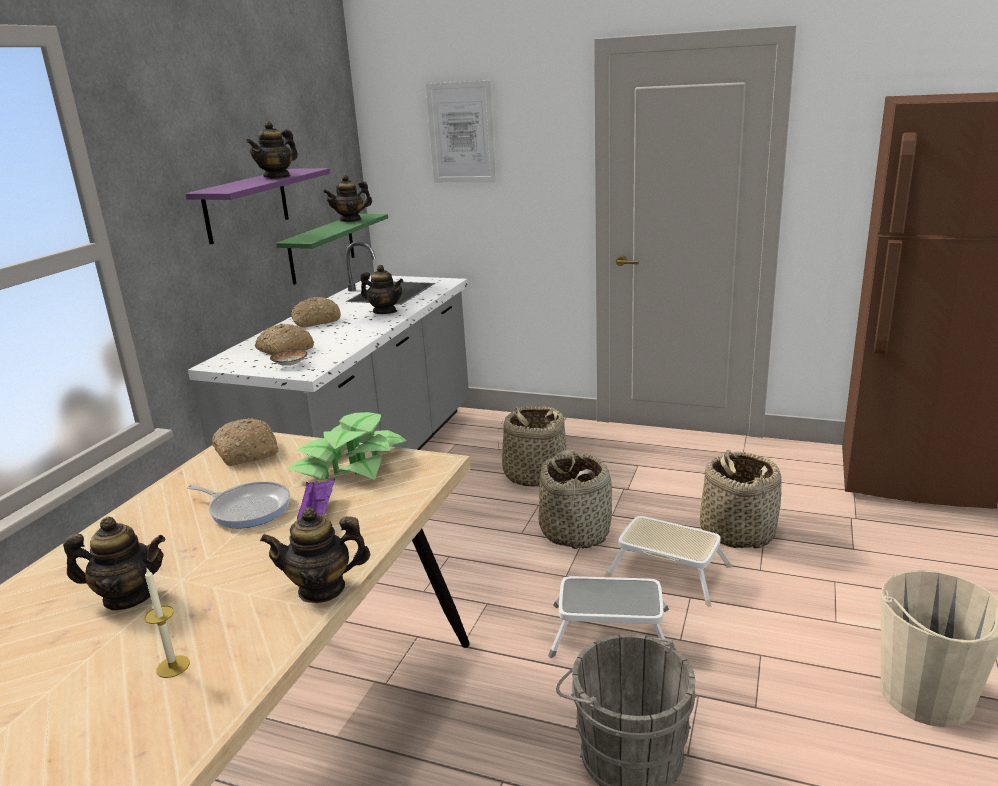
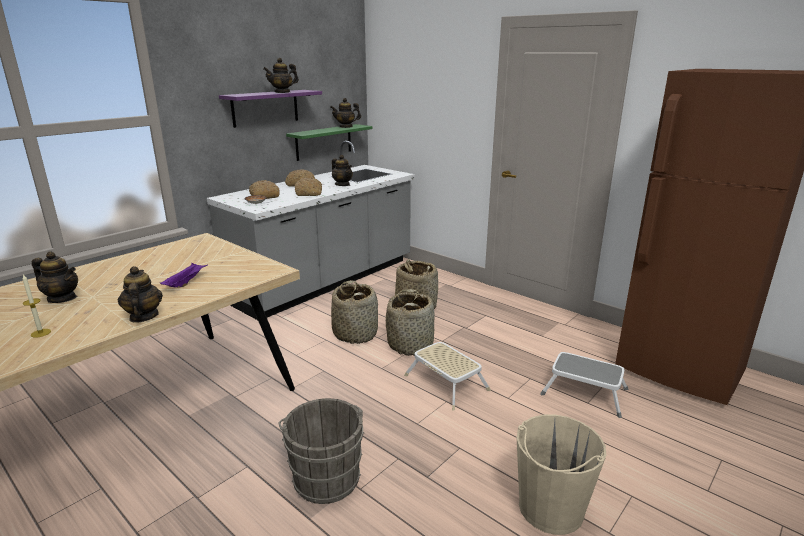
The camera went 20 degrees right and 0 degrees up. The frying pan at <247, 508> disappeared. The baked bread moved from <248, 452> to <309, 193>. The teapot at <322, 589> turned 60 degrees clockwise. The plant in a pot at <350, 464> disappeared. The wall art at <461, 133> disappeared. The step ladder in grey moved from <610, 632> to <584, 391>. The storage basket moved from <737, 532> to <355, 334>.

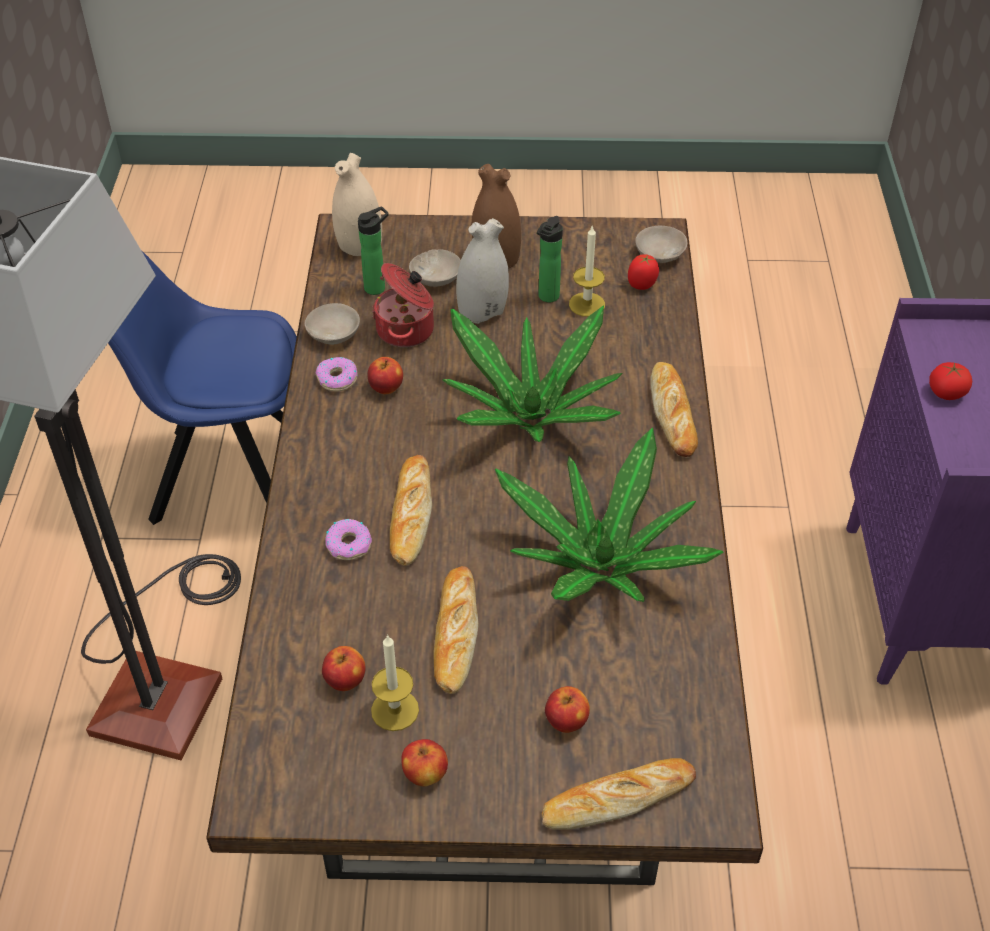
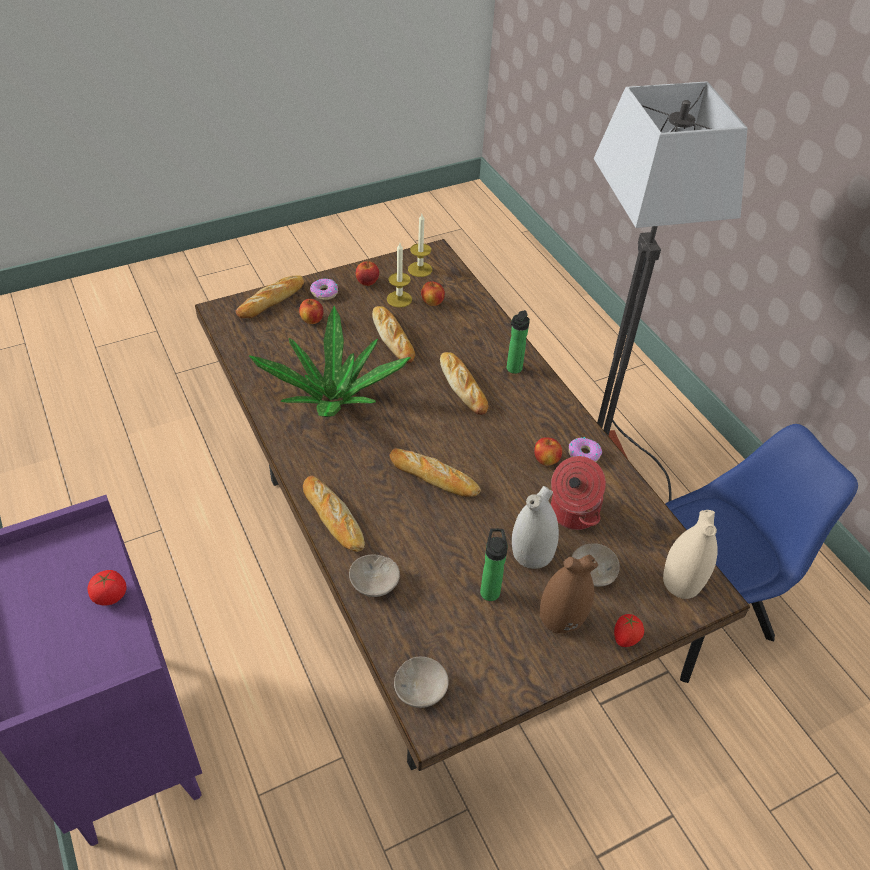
The camera went 150 degrees right and 0 degrees up. The serving bowl in beige moved from <335, 334> to <373, 584>. The ring doughnut moved from <349, 544> to <324, 292>. The beverage bottle moved from <377, 287> to <513, 370>. The plant in a pot at <531, 415> was replaced by the baked bread at <434, 477>. The wax light moved from <587, 304> to <420, 269>. The fresh tomato moved from <642, 285> to <625, 639>.

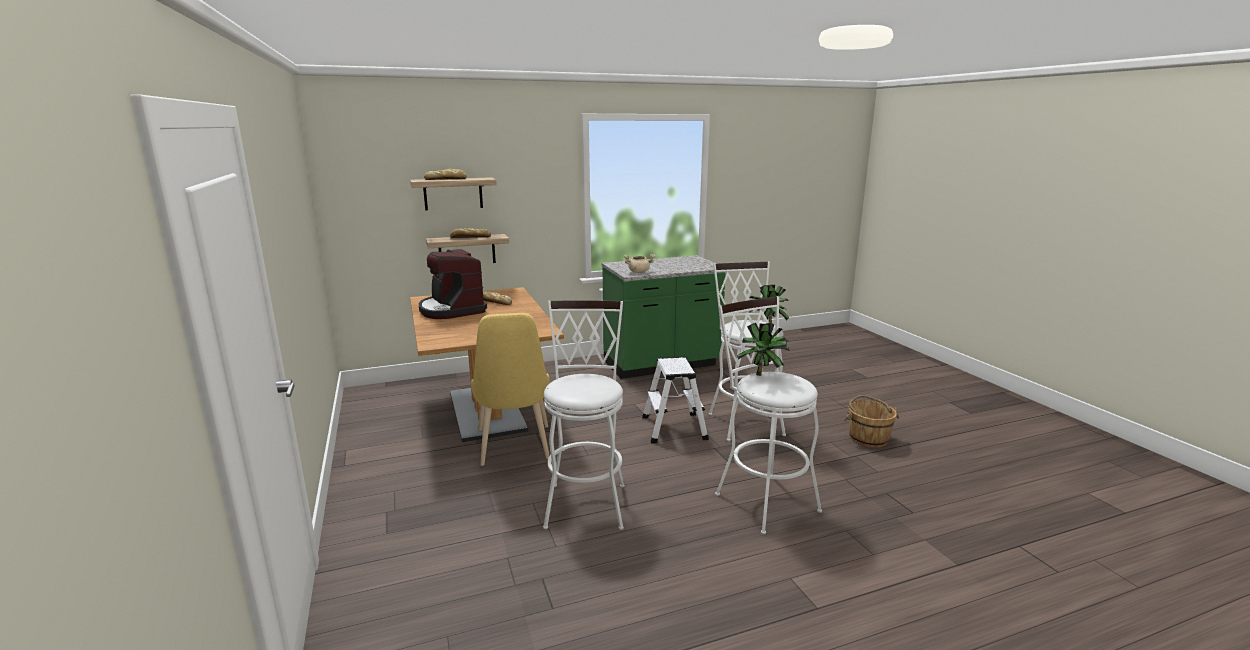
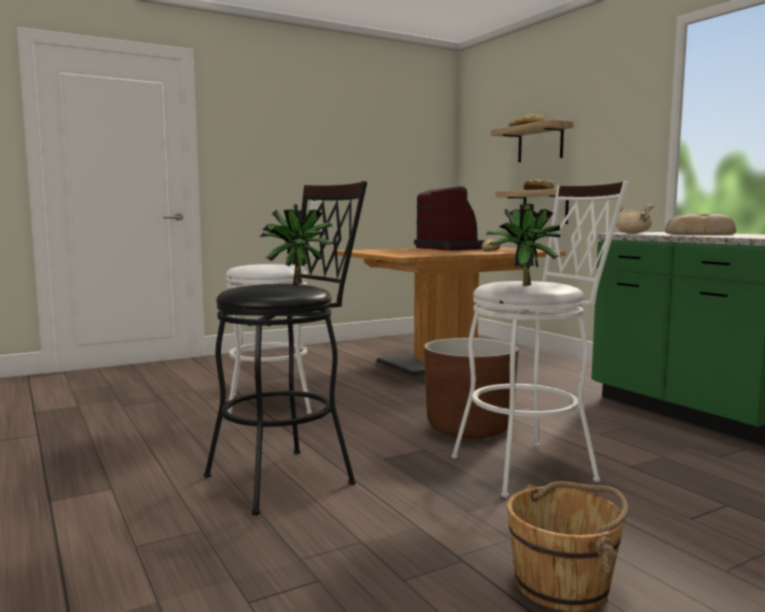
The camera went 80 degrees right and 10 degrees down. The coffee maker at <452, 310> turned 105 degrees clockwise. The chair in yellow-coloured at <514, 449> disappeared. The step ladder in white-coloured at <674, 428> was replaced by the plant pot in brown-coloured at <469, 428>. The stool seat in white-coloured at <761, 498> became the stool seat in blackish at <290, 476>. The baked bread at <700, 234> appeared.

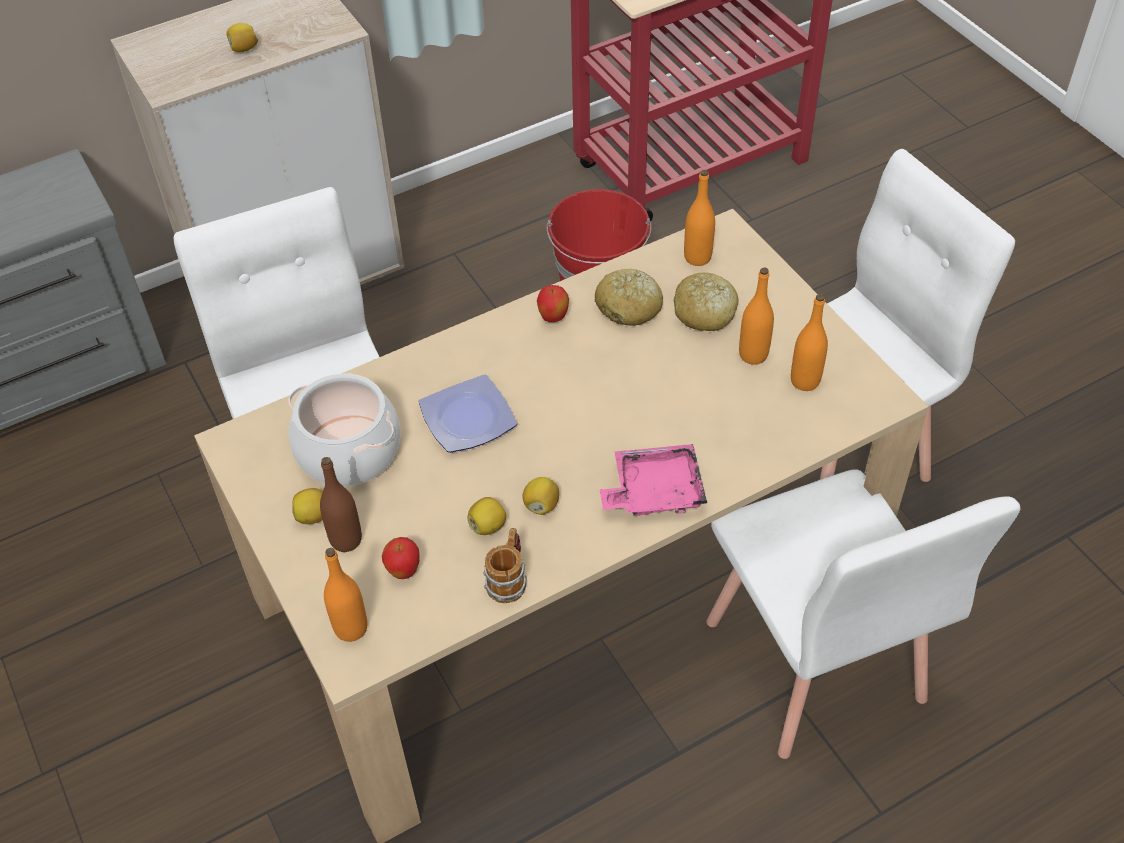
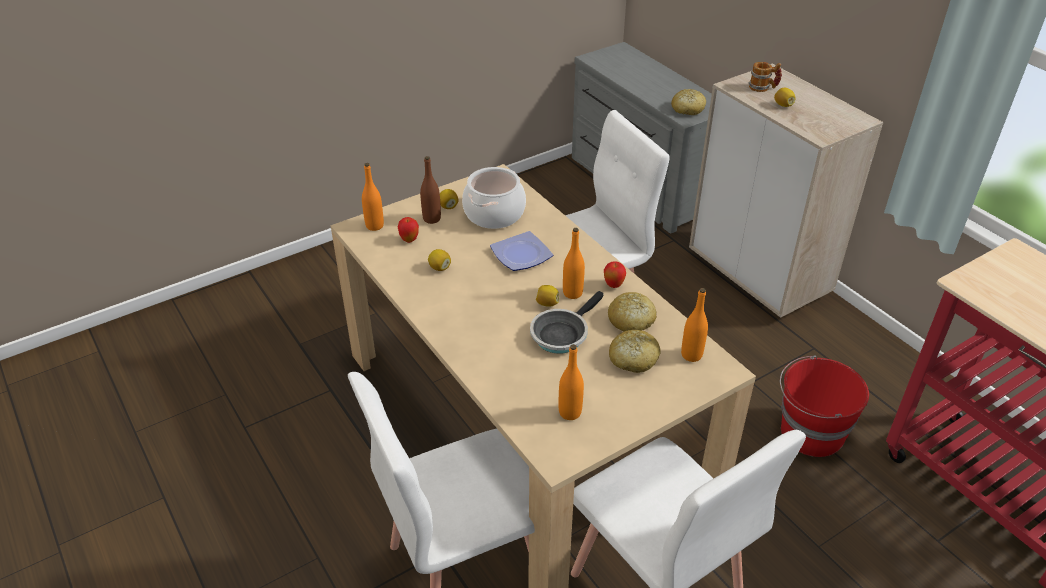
The camera went 85 degrees right and 10 degrees down. The tea mug moved from <509, 579> to <763, 88>. The citrus fruit moved from <541, 505> to <547, 303>. The tray in pink at <654, 491> disappeared. The beverage bottle in orangey moved from <753, 355> to <572, 293>. The frying pan at <561, 334> appeared. The baked bread at <687, 109> appeared.

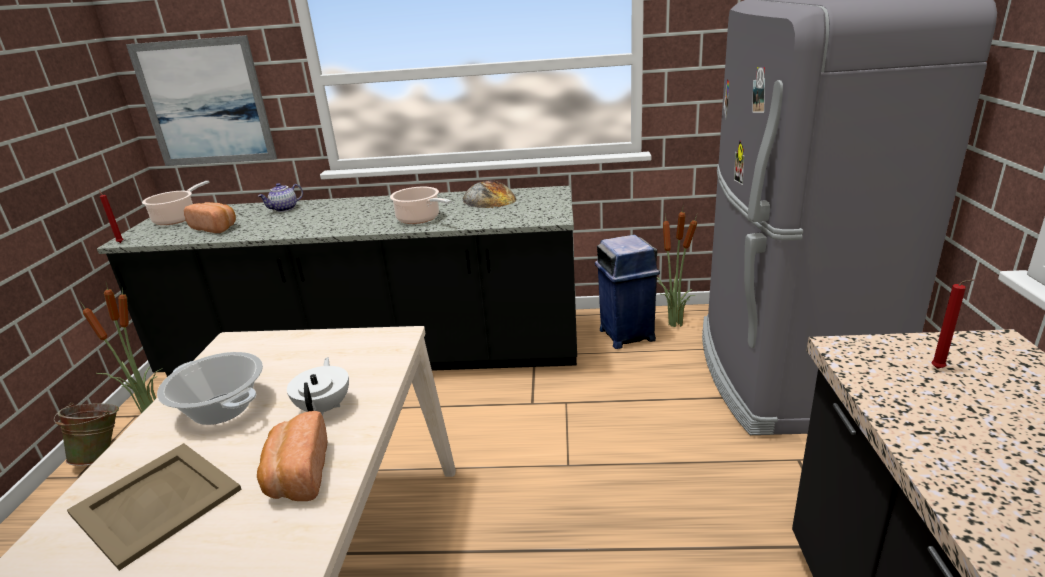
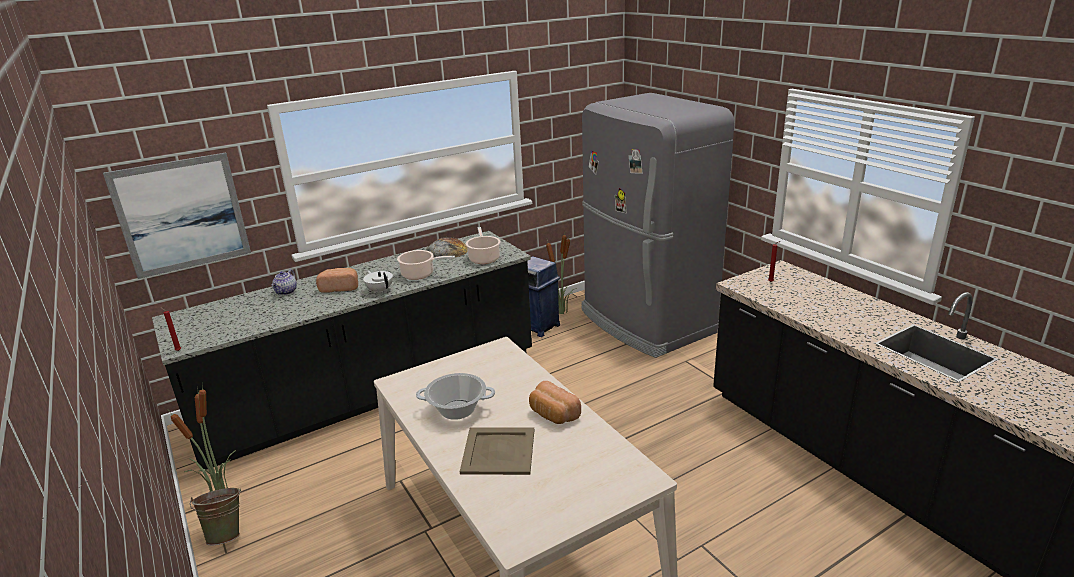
The camera went 35 degrees left and 0 degrees up. The stockpot moved from <177, 219> to <484, 258>. The baked bread moved from <216, 228> to <340, 288>. The teapot in white-coloured moved from <325, 407> to <380, 290>.

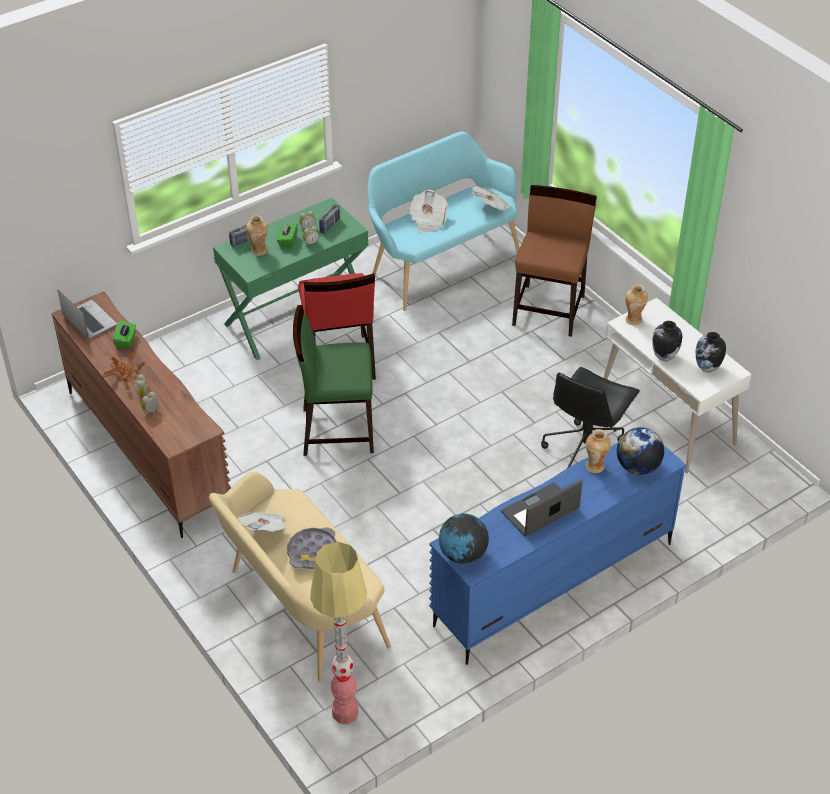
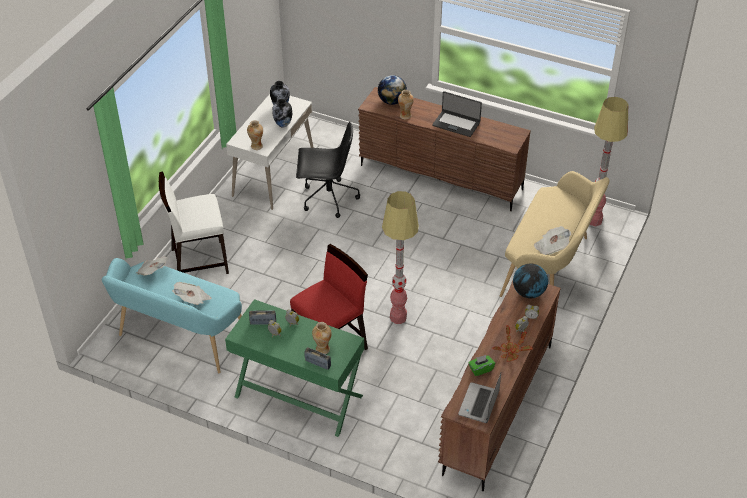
The camera went 120 degrees left and 0 degrees up. The box of tissues in greenish at <287, 241> disappeared. The tray in grey at <312, 552> disappeared. The chair in greenish at <336, 430> was replaced by the standing lamp at <398, 317>. The drawer chest in blue-coloured at <552, 583> became the drawer chest in brown-coloured at <440, 178>. The desk globe moved from <462, 554> to <529, 293>. The chair in brown-coloured at <549, 310> became the chair in white-coloured at <199, 261>.

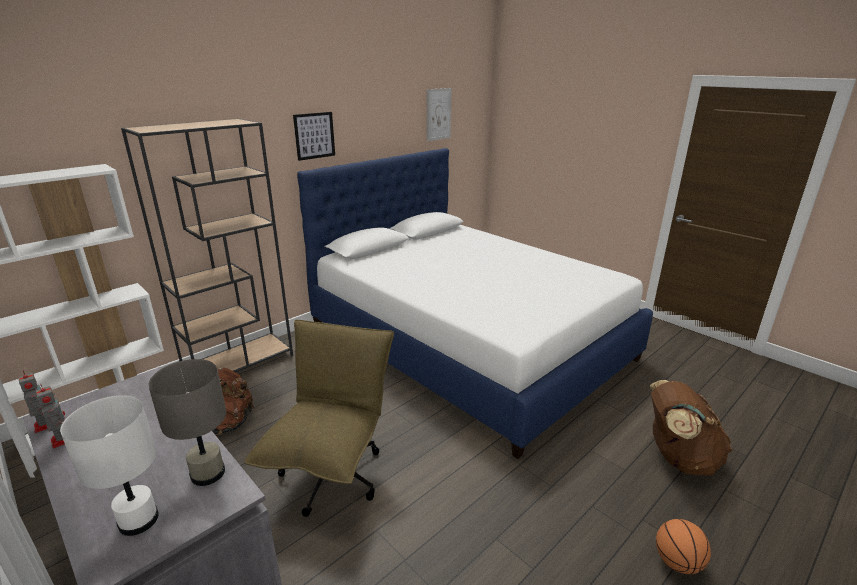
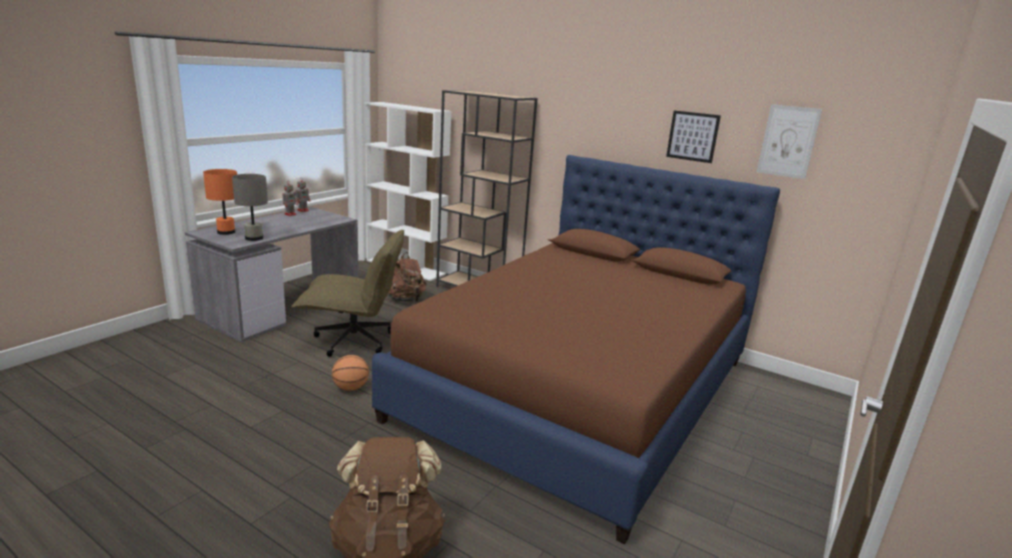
The camera went 75 degrees right and 5 degrees down. The lamp for a table in white-coloured at <139, 520> became the lamp for a table in orangey at <226, 232>. The wall art moved from <314, 135> to <692, 136>. The sleeping bed in white-coloured at <467, 341> became the sleeping bed in brown-coloured at <580, 388>. The basketball ball moved from <677, 562> to <350, 388>.

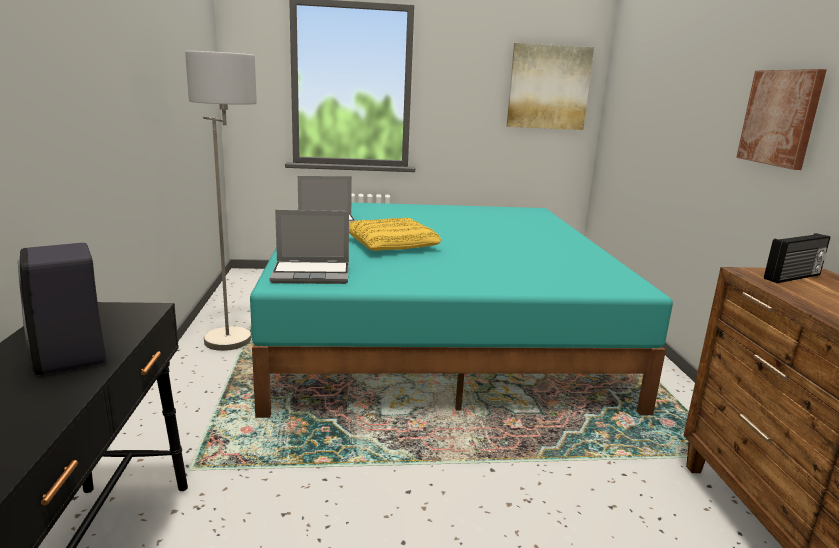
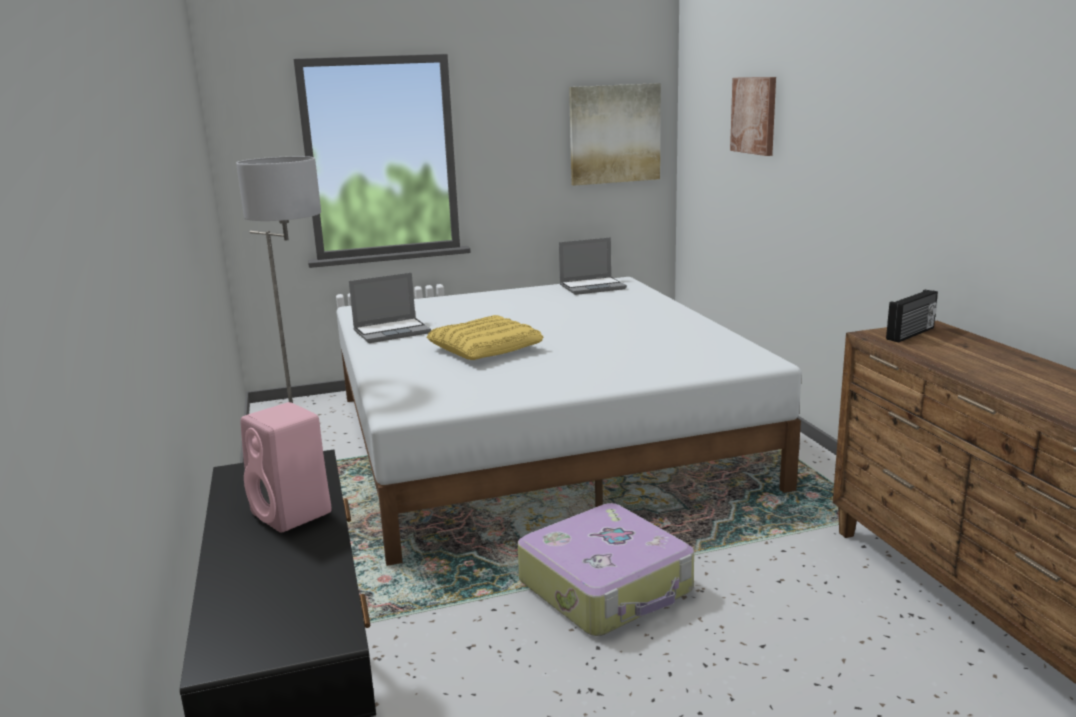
The camera went 10 degrees left and 0 degrees up. The audio speaker in blackish at <71, 358> became the audio speaker in pink at <293, 514>. The sleeping bed in turquoise at <437, 329> became the sleeping bed in white-coloured at <540, 439>. The portable computer moved from <312, 274> to <593, 287>. The wall art moved from <780, 118> to <754, 115>. The travel case at <607, 587> appeared.

